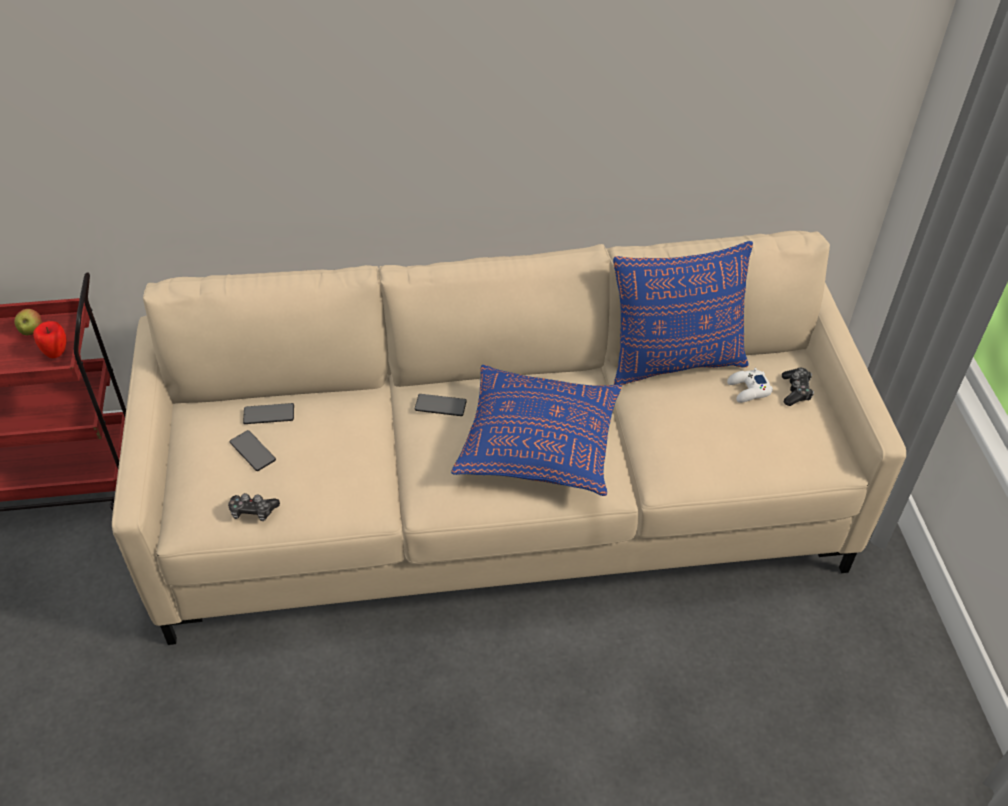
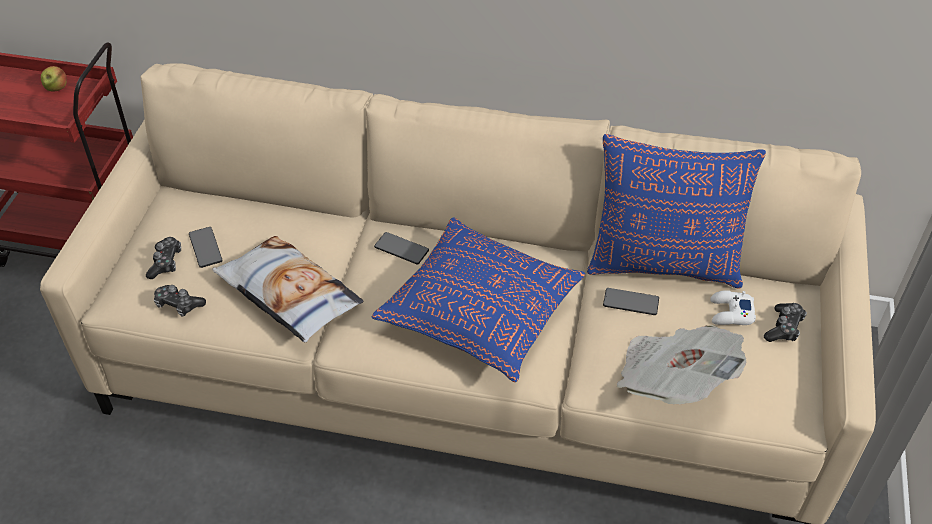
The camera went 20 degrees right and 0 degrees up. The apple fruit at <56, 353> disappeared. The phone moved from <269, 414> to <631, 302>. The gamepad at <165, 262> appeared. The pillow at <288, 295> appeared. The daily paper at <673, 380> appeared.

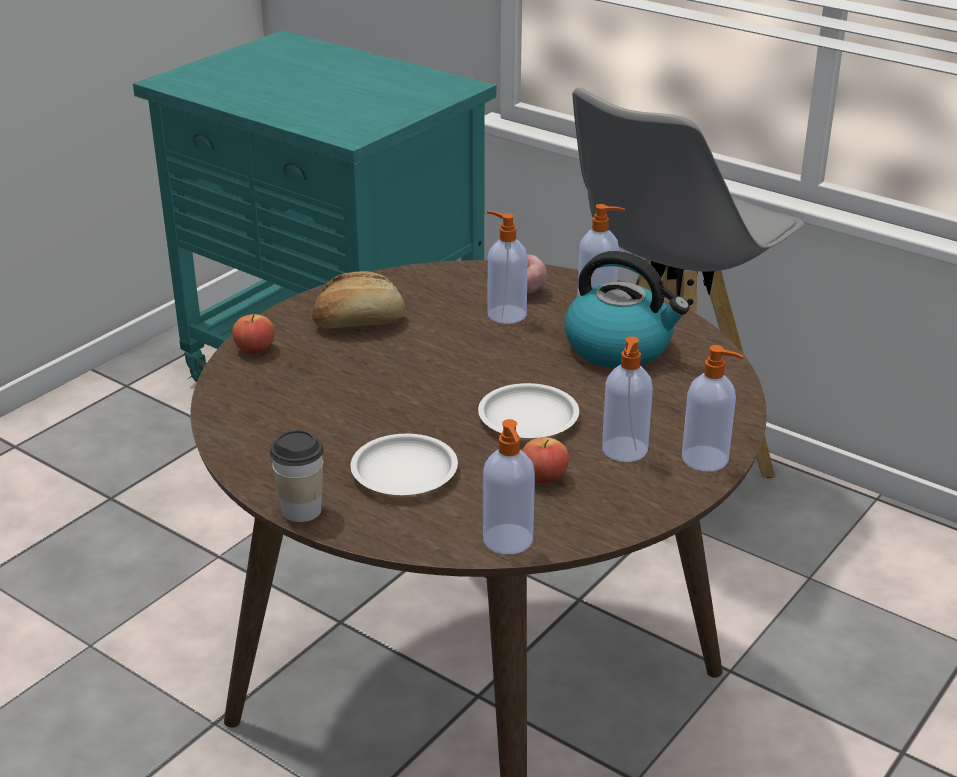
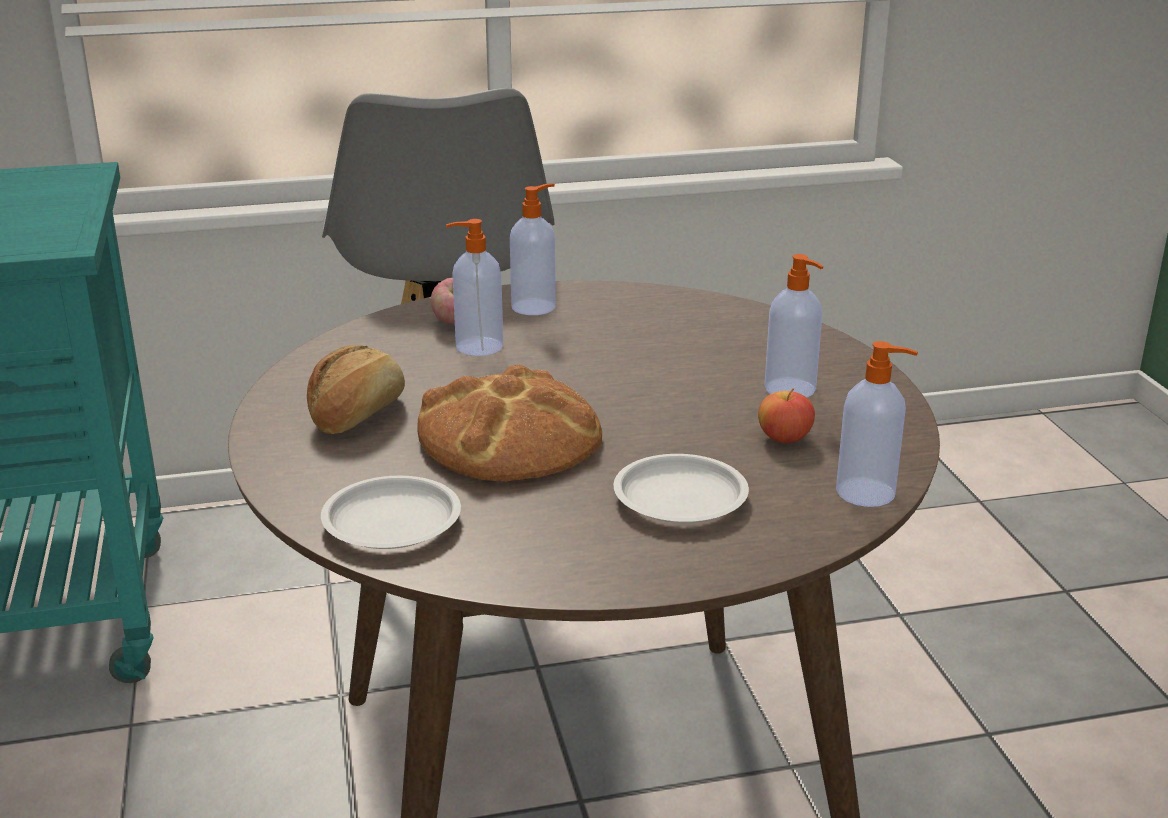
The camera went 50 degrees left and 5 degrees down. The apple fruit at <255, 349> disappeared. The small cup at <301, 510> disappeared. The dinner plate in white-coloured moved from <529, 418> to <393, 521>. The kettle at <620, 347> disappeared. The liquid soap bottle at <706, 459> disappeared. The baked bread at <508, 437> appeared.

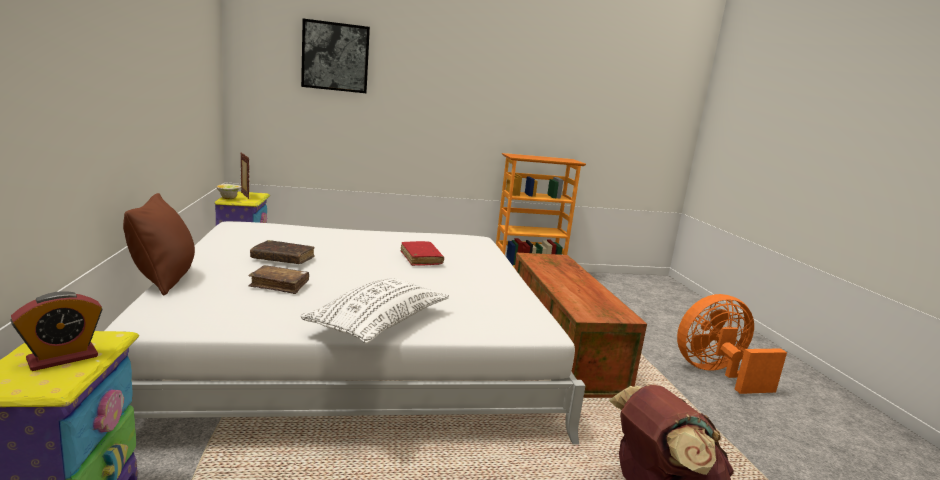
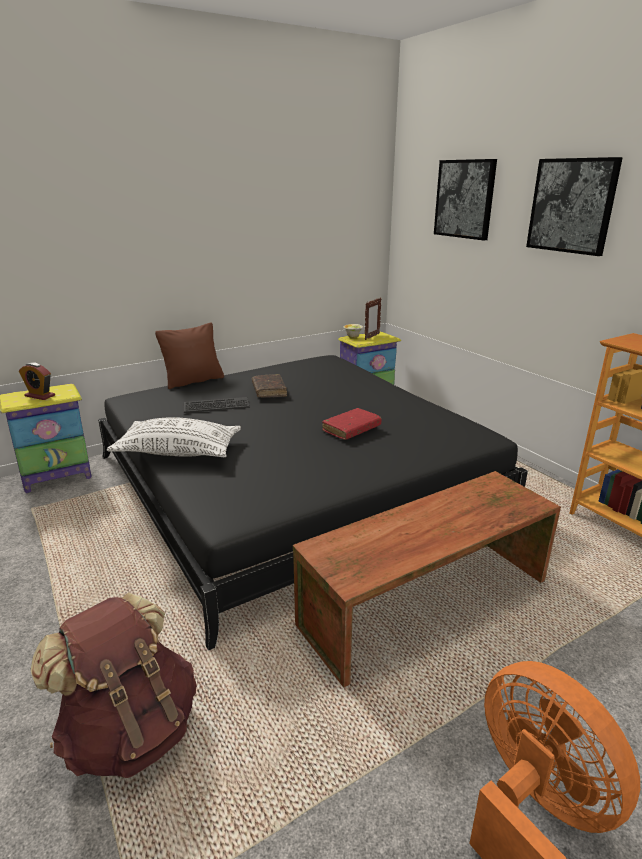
The camera went 70 degrees right and 10 degrees up. The sleeping bed in white-coloured at <355, 344> became the sleeping bed in blackish at <293, 483>. The book in brown-coloured at <279, 285> was replaced by the computer keyboard at <216, 406>. The wall art at <572, 206> appeared.

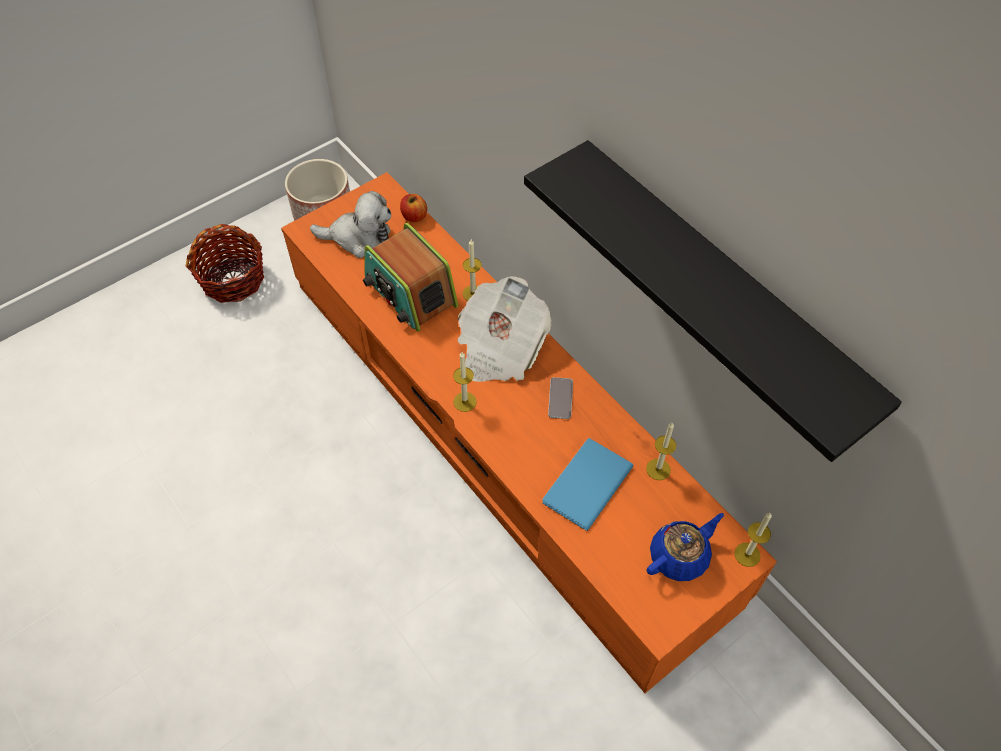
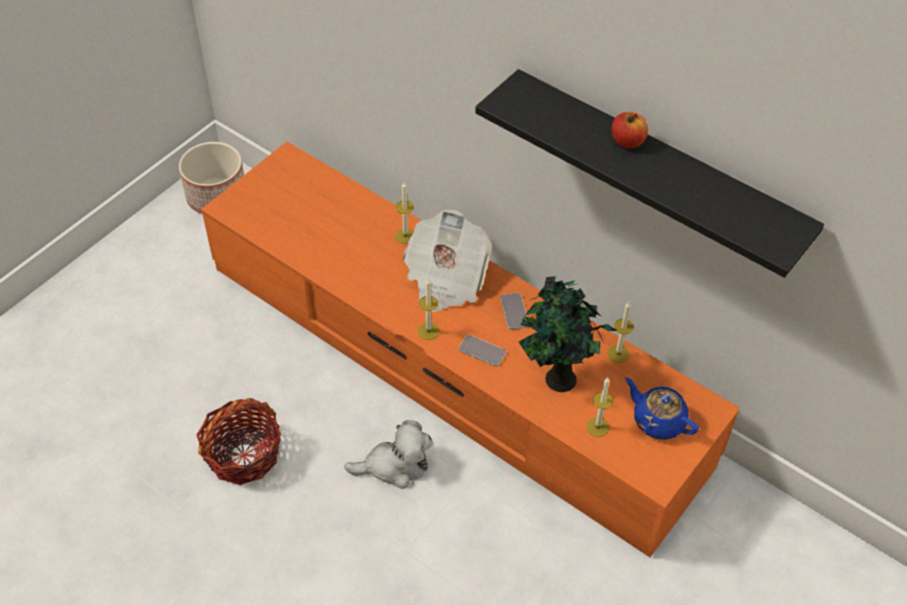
The camera went 15 degrees left and 5 degrees down. The storage basket moved from <233, 279> to <243, 454>. The plush toy moved from <359, 238> to <394, 465>. The radio at <410, 292> disappeared. The apple fruit moved from <414, 216> to <627, 141>. The book in blue-coloured at <584, 485> was replaced by the plant in a pot at <557, 379>. The teapot in blue-coloured at <680, 556> turned 90 degrees counterclockwise. The wax light moved from <747, 554> to <597, 427>. The phone at <482, 351> appeared.

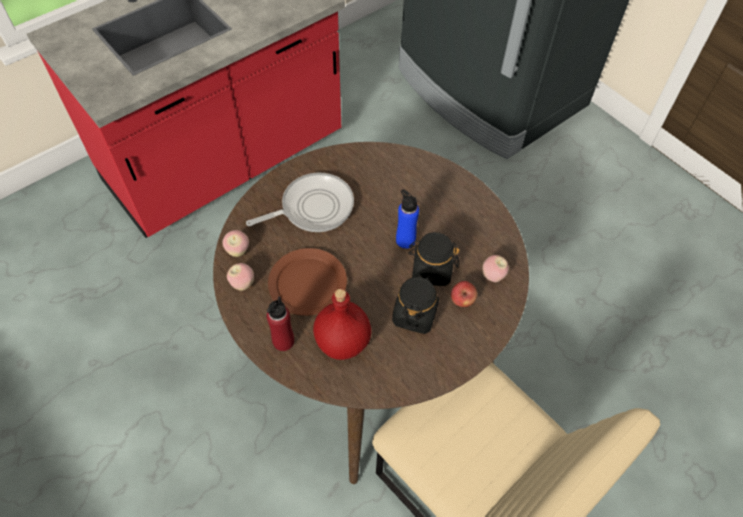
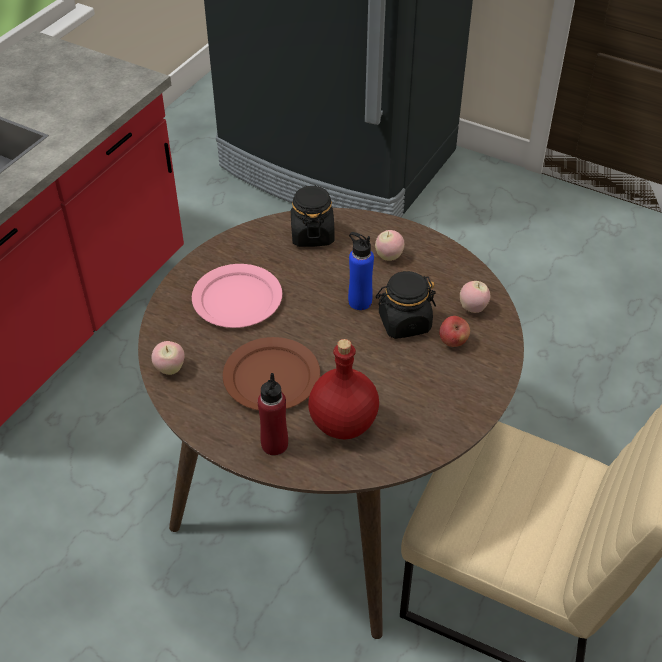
The camera went 20 degrees left and 10 degrees down. The apple fruit moved from <242, 284> to <389, 256>. The frying pan at <313, 207> was replaced by the dinner plate in pink at <236, 299>. The jar in blackish moved from <414, 314> to <312, 234>.

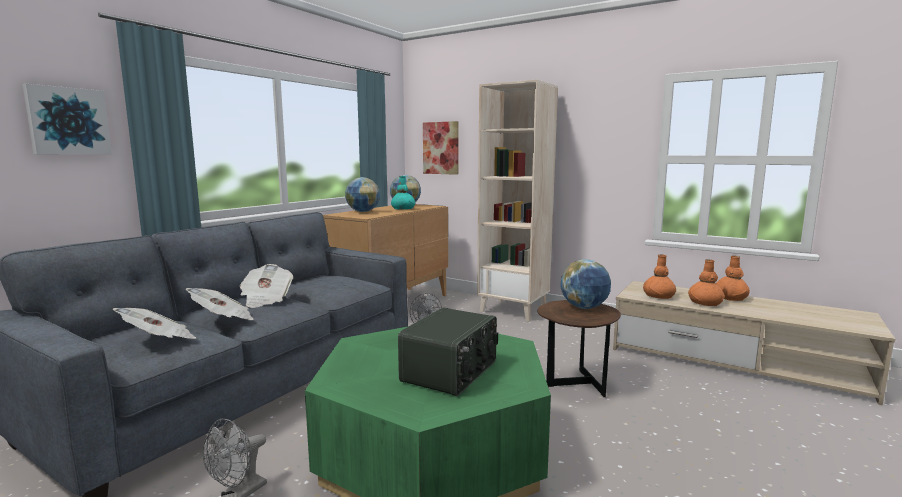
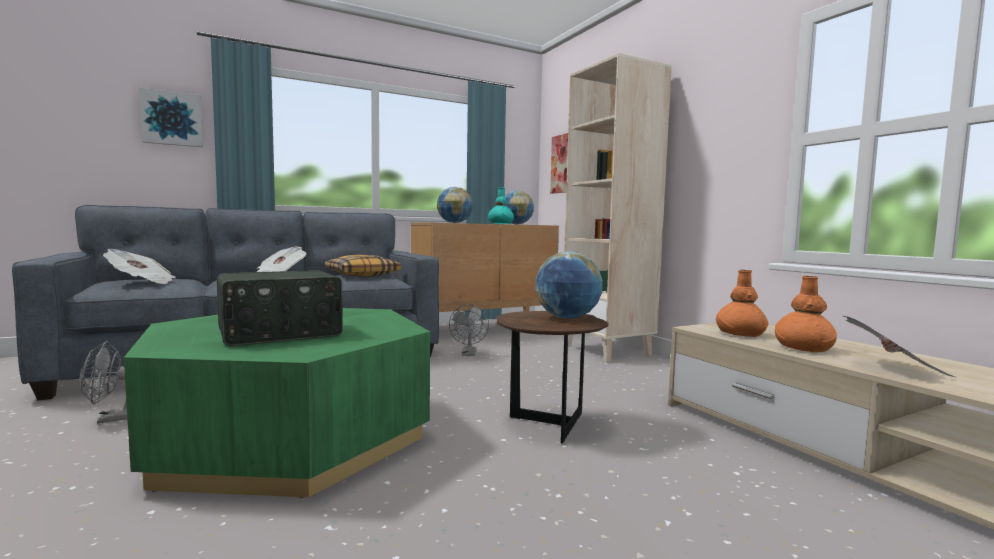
The camera went 30 degrees right and 5 degrees down. The daily paper moved from <223, 319> to <893, 369>. The decorative vase in orangey at <730, 298> disappeared. The pillow at <362, 275> appeared.

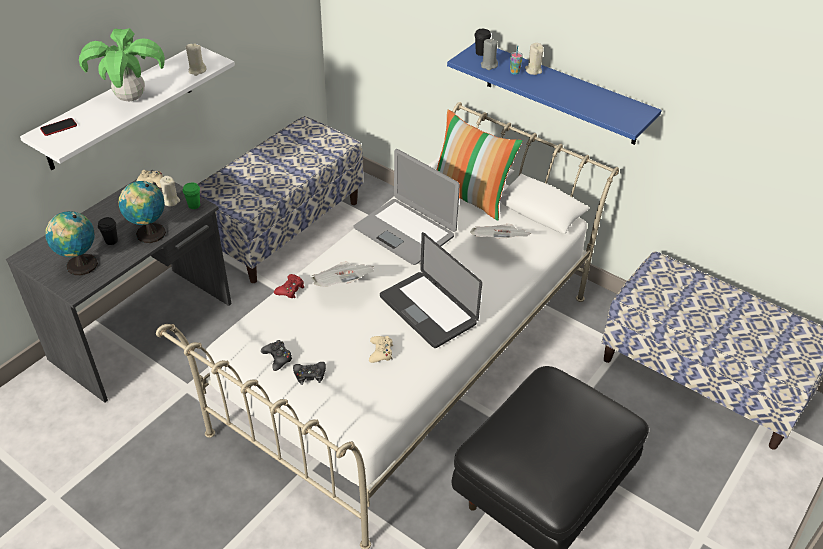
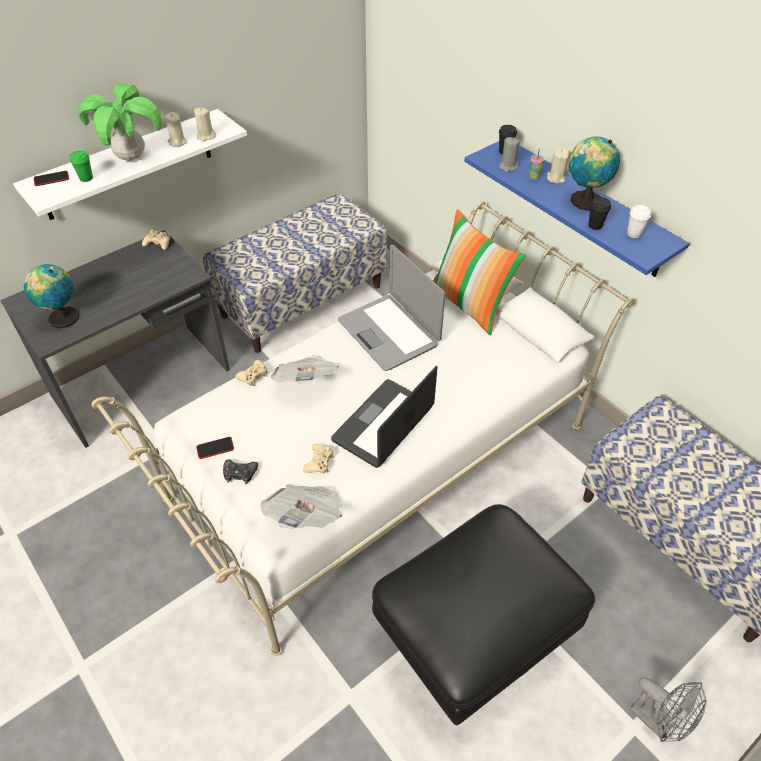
The camera went 15 degrees right and 5 degrees up. The small cup in blackish moved from <111, 241> to <595, 225>. The desk globe moved from <148, 234> to <583, 201>. The wax light in beige moved from <171, 201> to <177, 142>. The small cup in greenish moved from <194, 205> to <86, 178>. The gamepad in blackish at <277, 358> was replaced by the phone at <215, 448>. The gamepad in red-coloured at <290, 289> became the gamepad in beige at <253, 376>. The portable computer at <428, 310> turned 60 degrees clockwise. The daily paper moved from <499, 244> to <307, 516>. The small cup in white-coloured at <633, 234> appeared. The fan in grey at <658, 722> appeared.

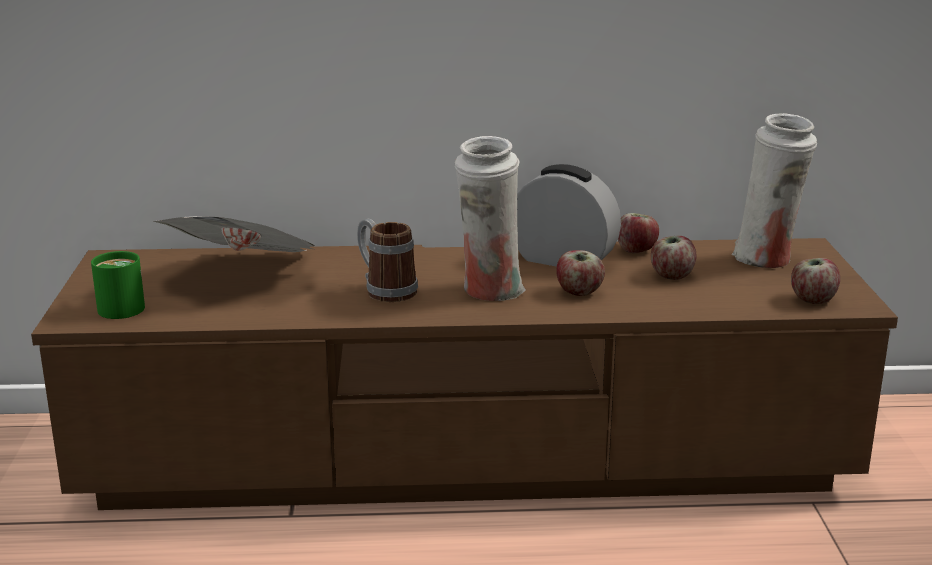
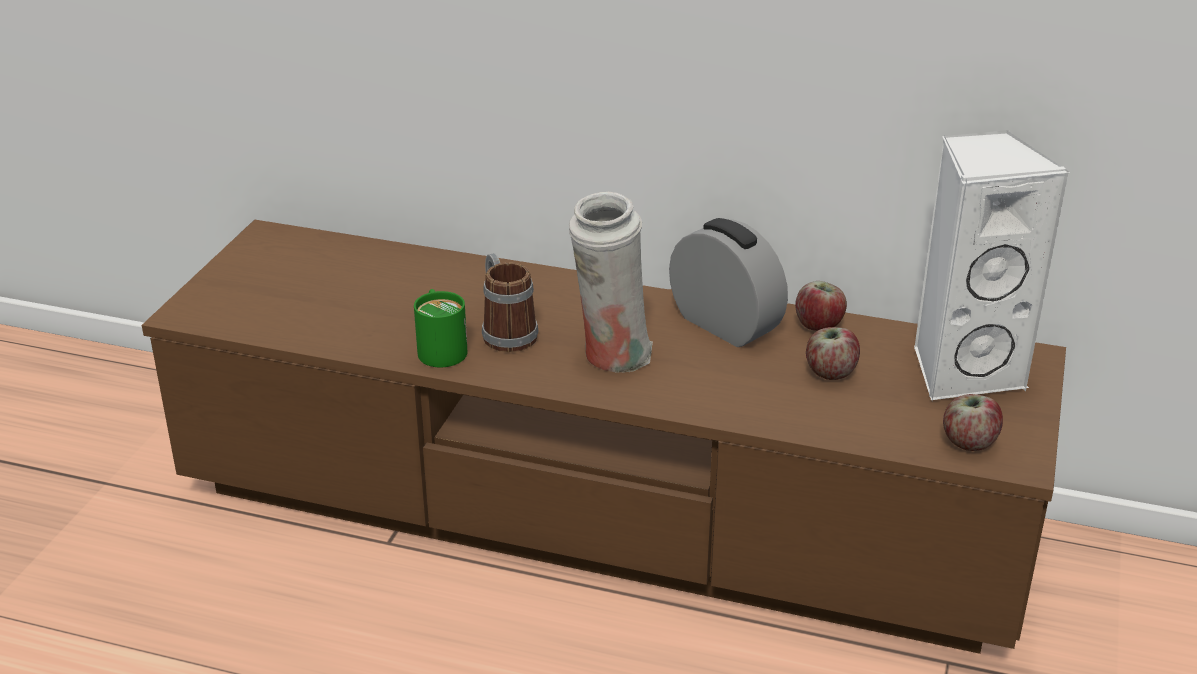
The camera went 20 degrees right and 10 degrees up. The tea mug in greenish moved from <117, 306> to <440, 347>. The daily paper at <246, 277> disappeared. The apple fruit at <578, 292> disappeared. The decorative vase in white-coloured at <767, 260> was replaced by the audio speaker in white-coloured at <963, 370>.

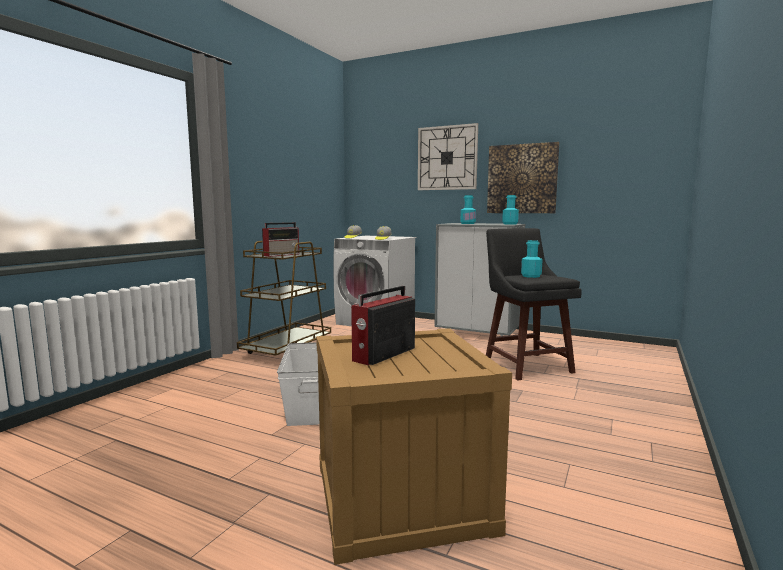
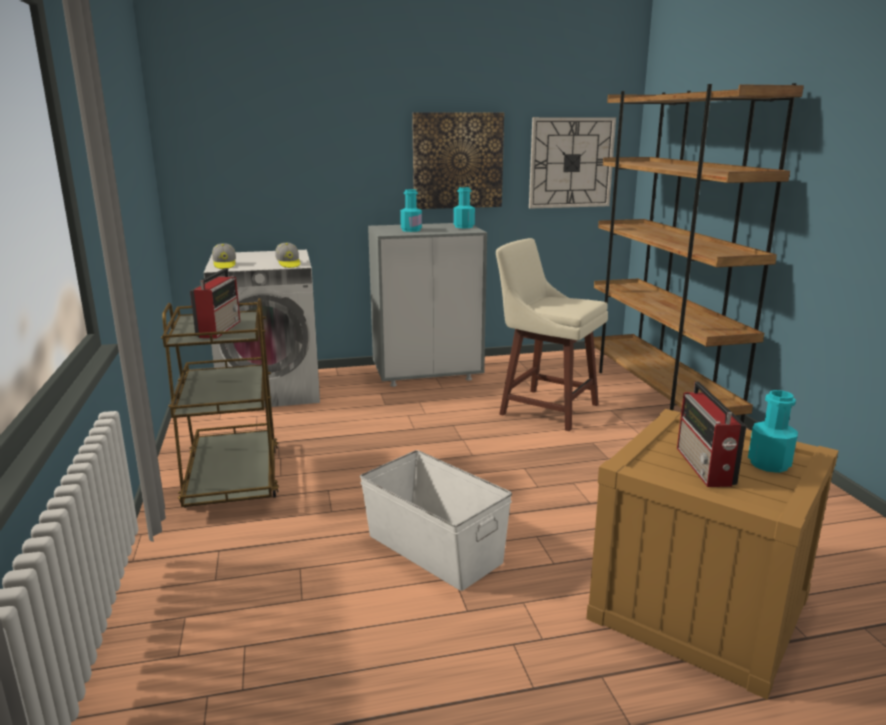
The camera went 40 degrees left and 10 degrees up. The hanging clock moved from <447, 158> to <571, 163>. The stool seat in blackish at <526, 365> became the stool seat in beige at <545, 408>. The beverage bottle in turquoise moved from <531, 276> to <769, 464>. The bookcase in brown-coloured at <658, 394> appeared.

